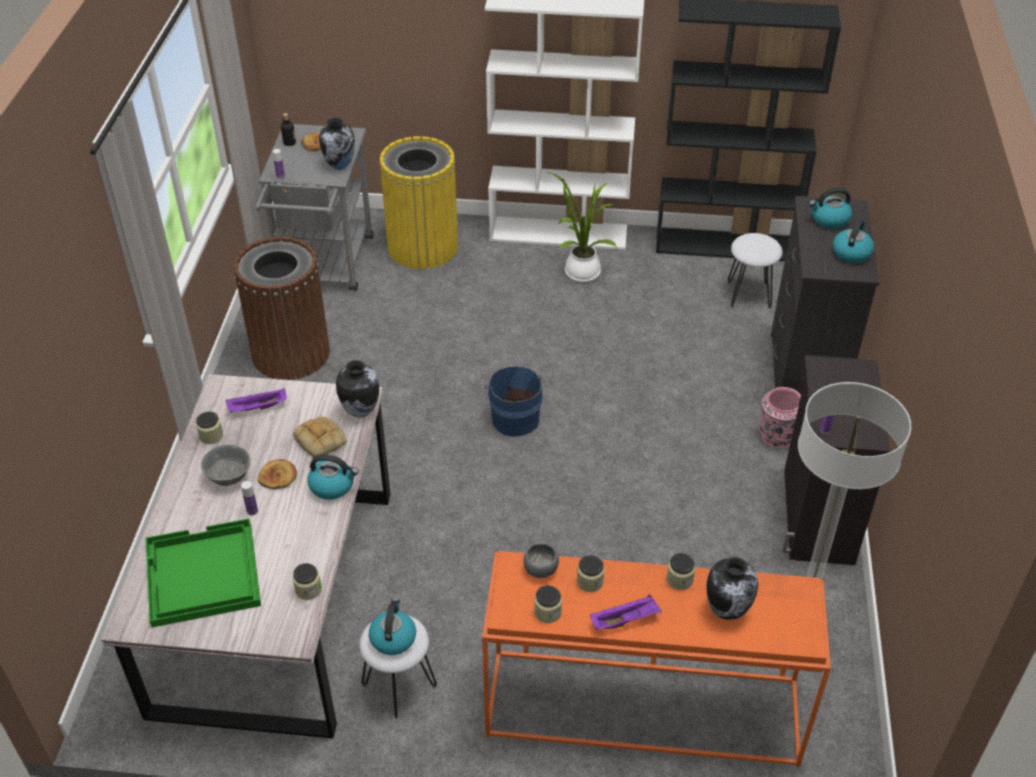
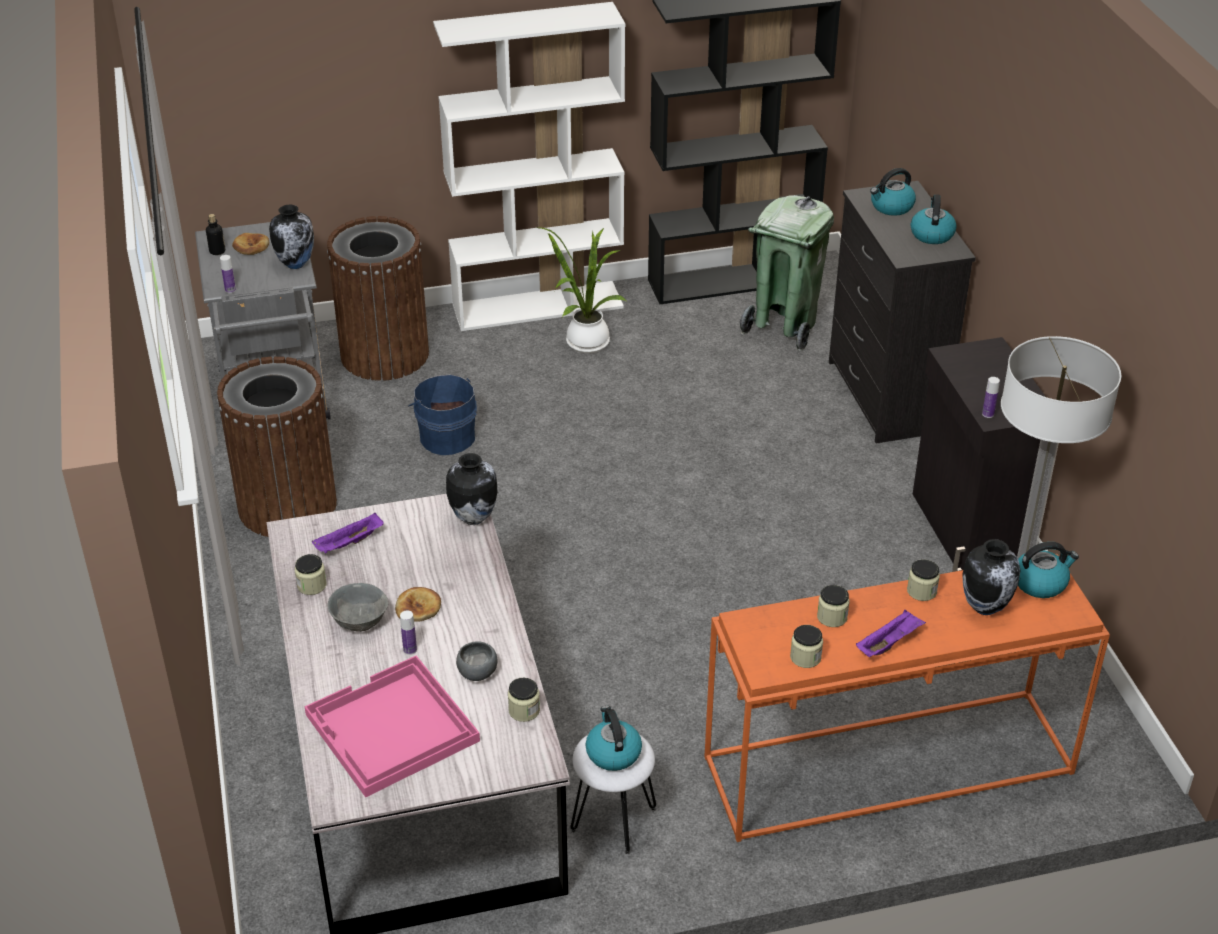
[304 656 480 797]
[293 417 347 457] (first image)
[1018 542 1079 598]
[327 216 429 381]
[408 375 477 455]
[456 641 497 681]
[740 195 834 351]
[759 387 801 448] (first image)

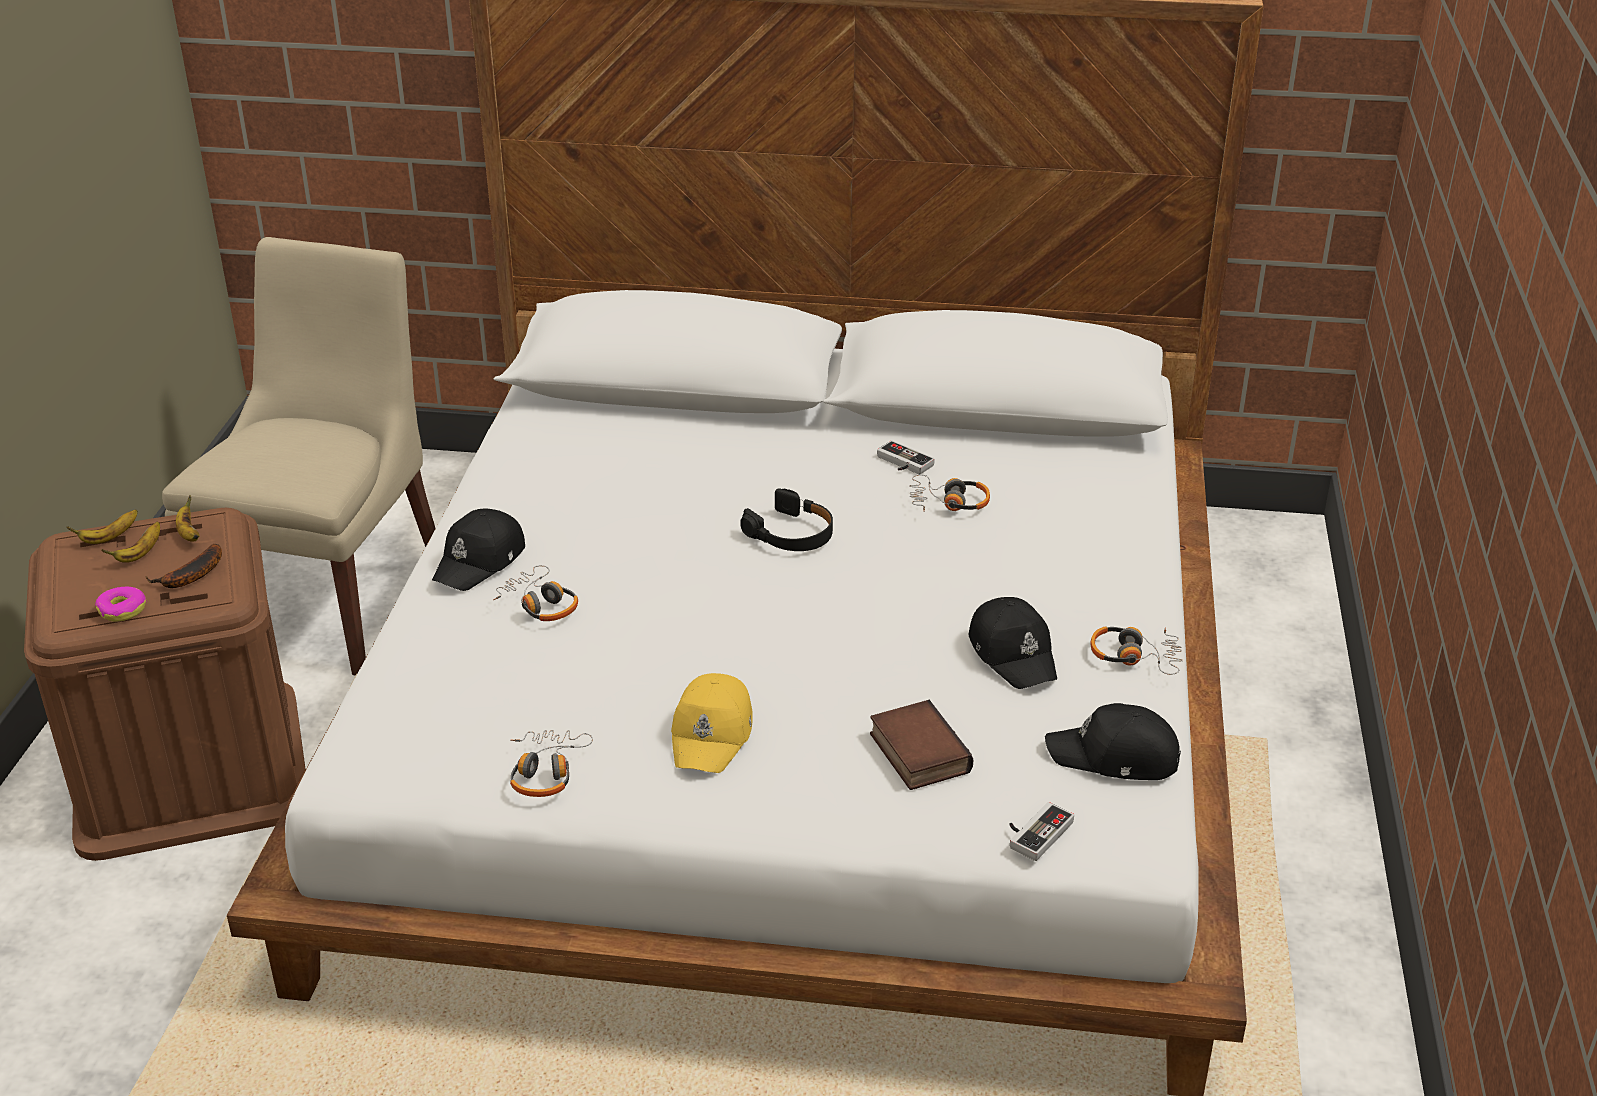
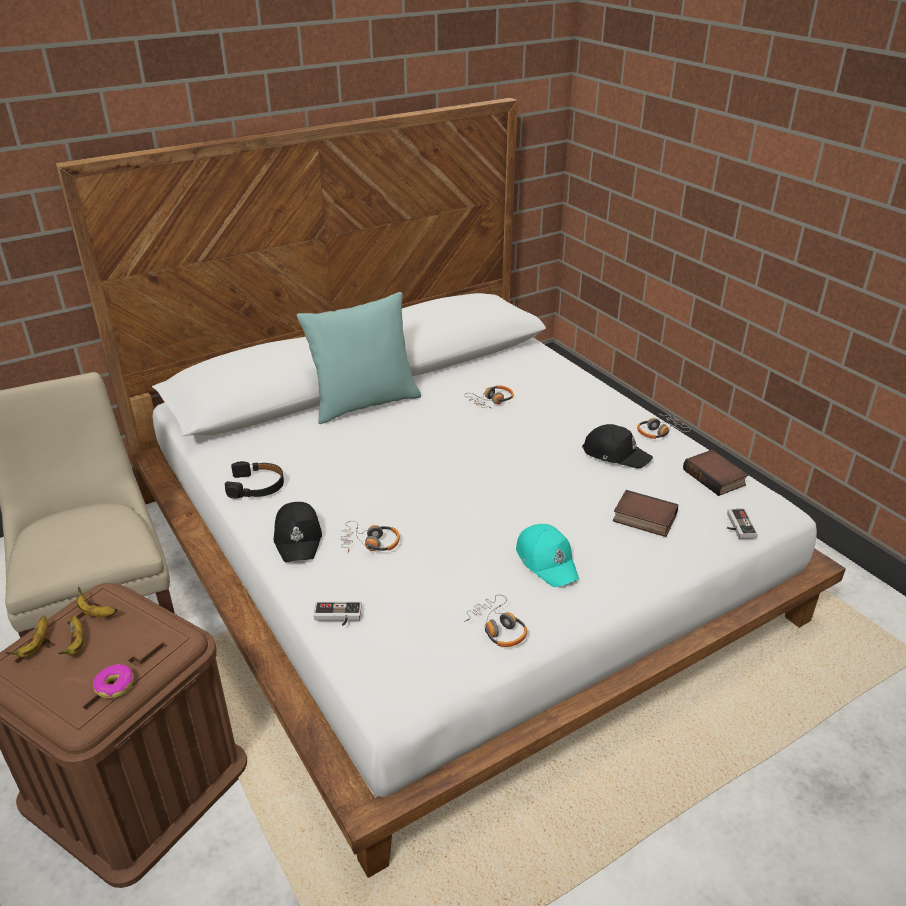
[146 544 222 588] (first image)
[516 524 579 587]
[225 461 284 499]
[314 602 362 626]
[683 450 748 496]
[297 292 421 424]

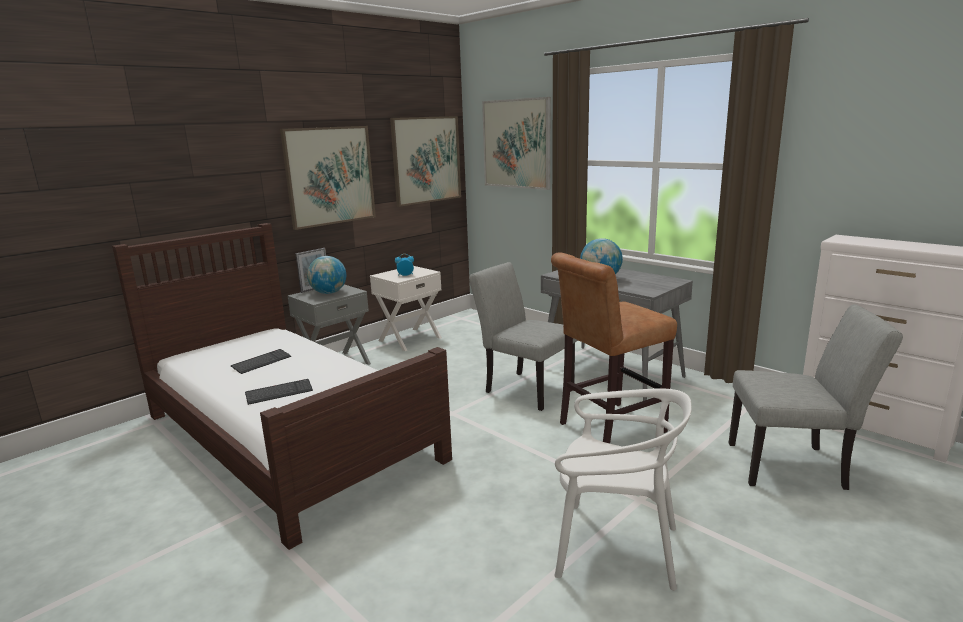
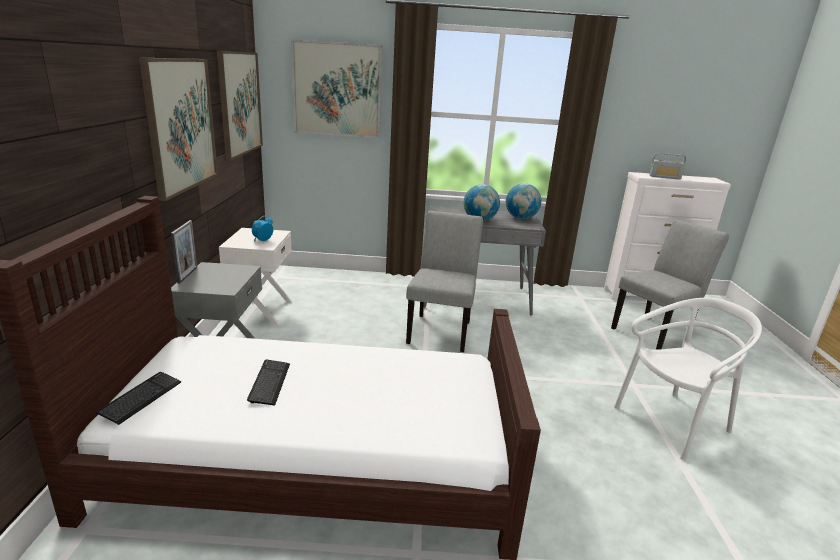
[96 372 181 425]
[506 183 542 219]
[406 211 483 352]
[551 252 677 444] (first image)
[649 153 686 180]

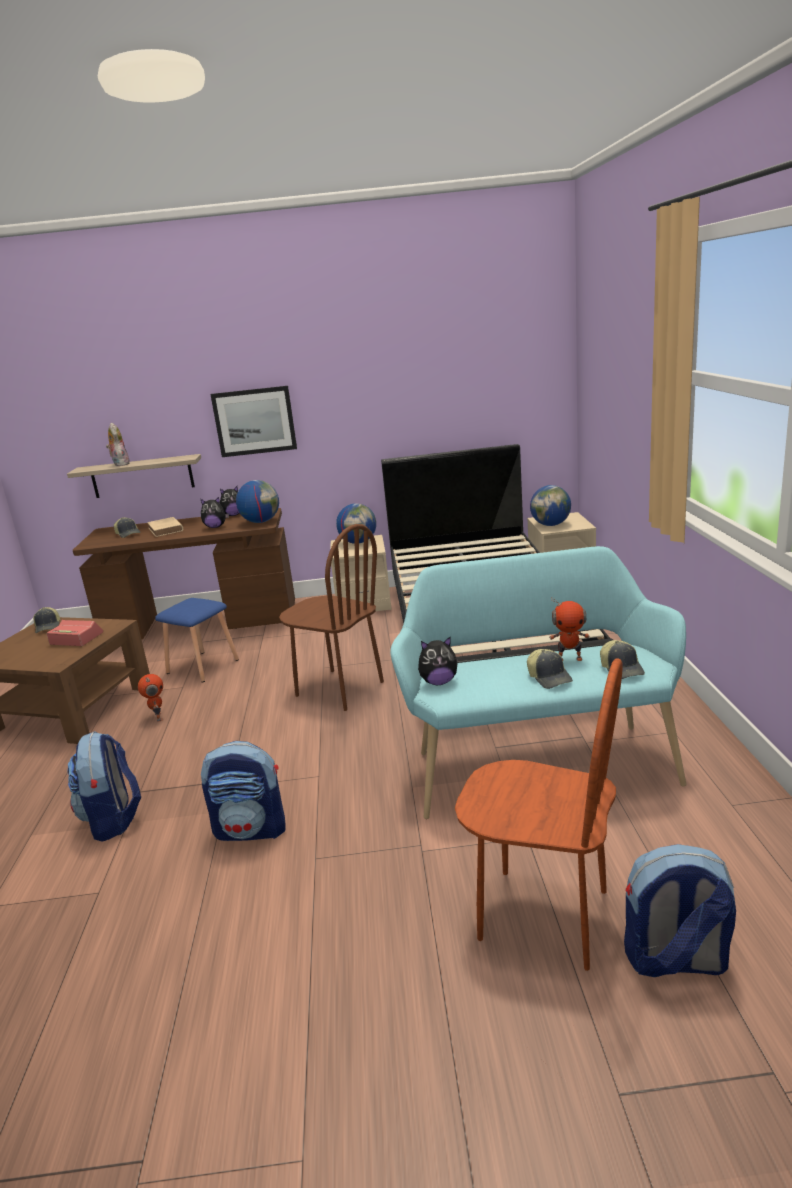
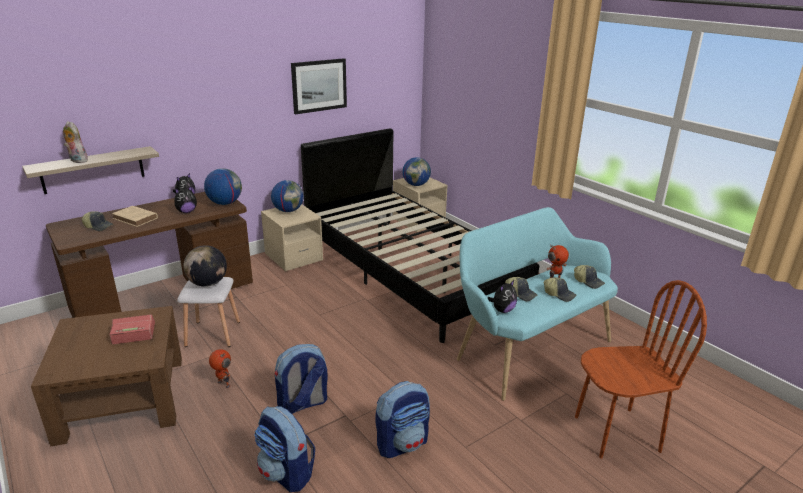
[505 277 537 301]
[177 277 240 347]
[291 58 347 114]
[279 524 384 711] (first image)
[275 344 328 414]
[183 245 227 287]

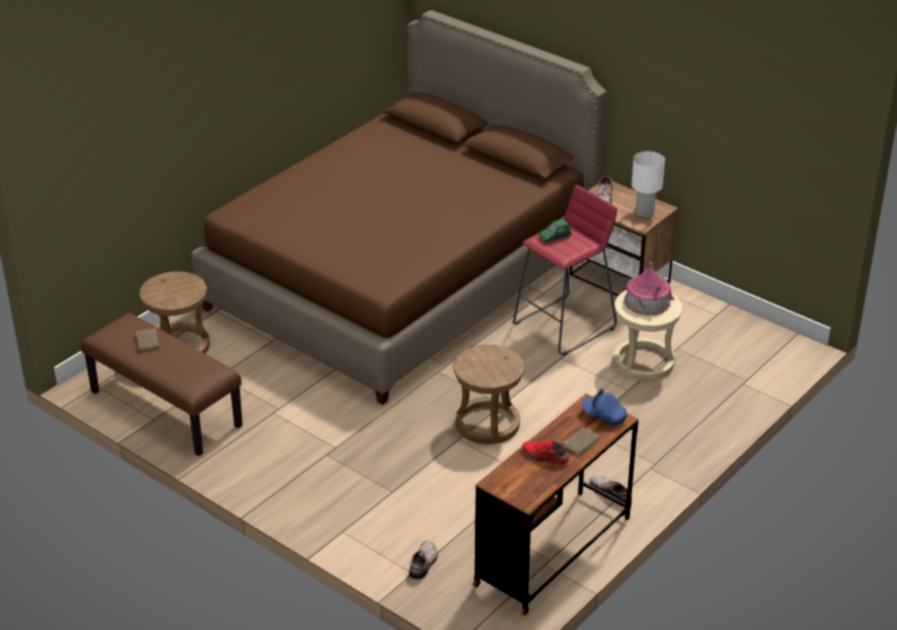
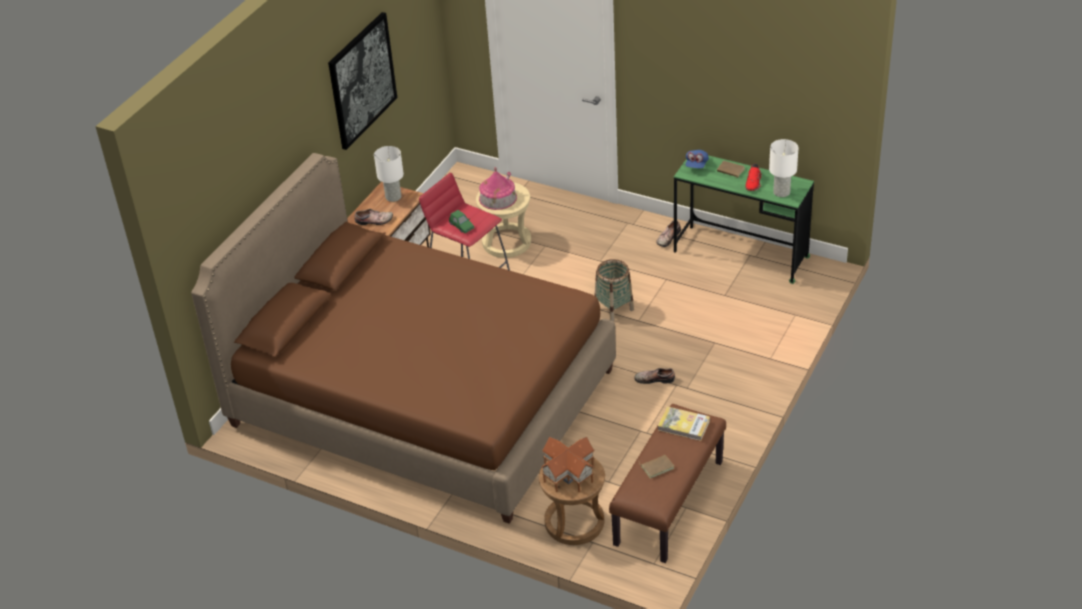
[634 368 675 384]
[594 259 634 322]
[674 155 814 284]
[328 12 397 150]
[541 437 594 492]
[658 406 710 441]
[769 139 799 197]

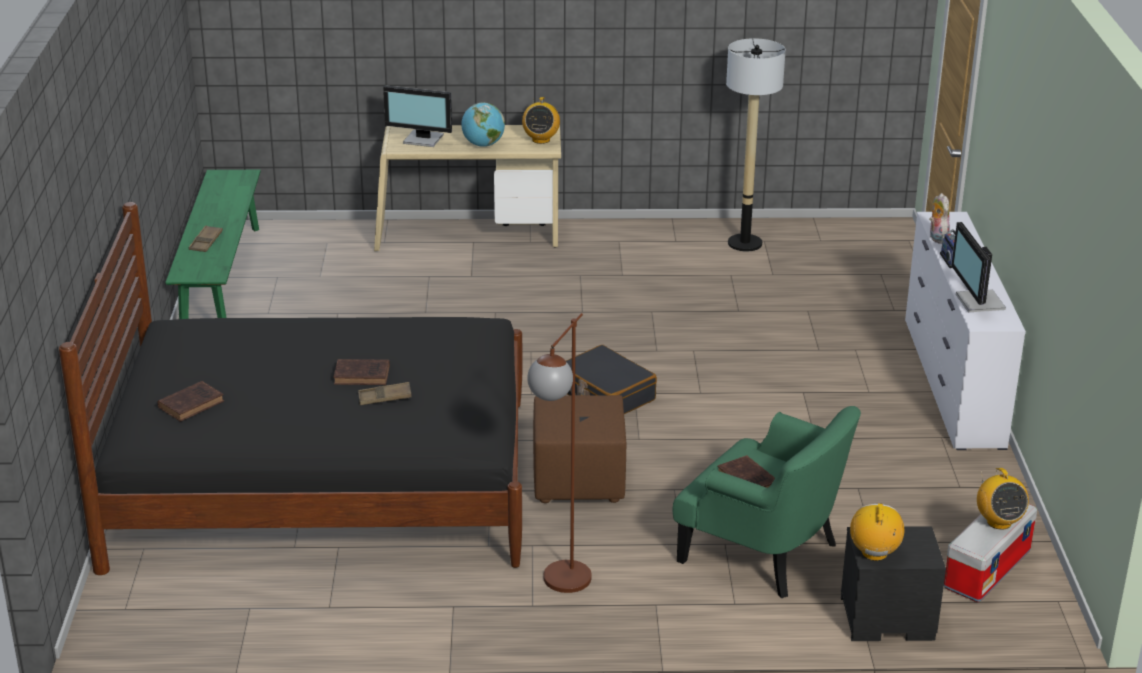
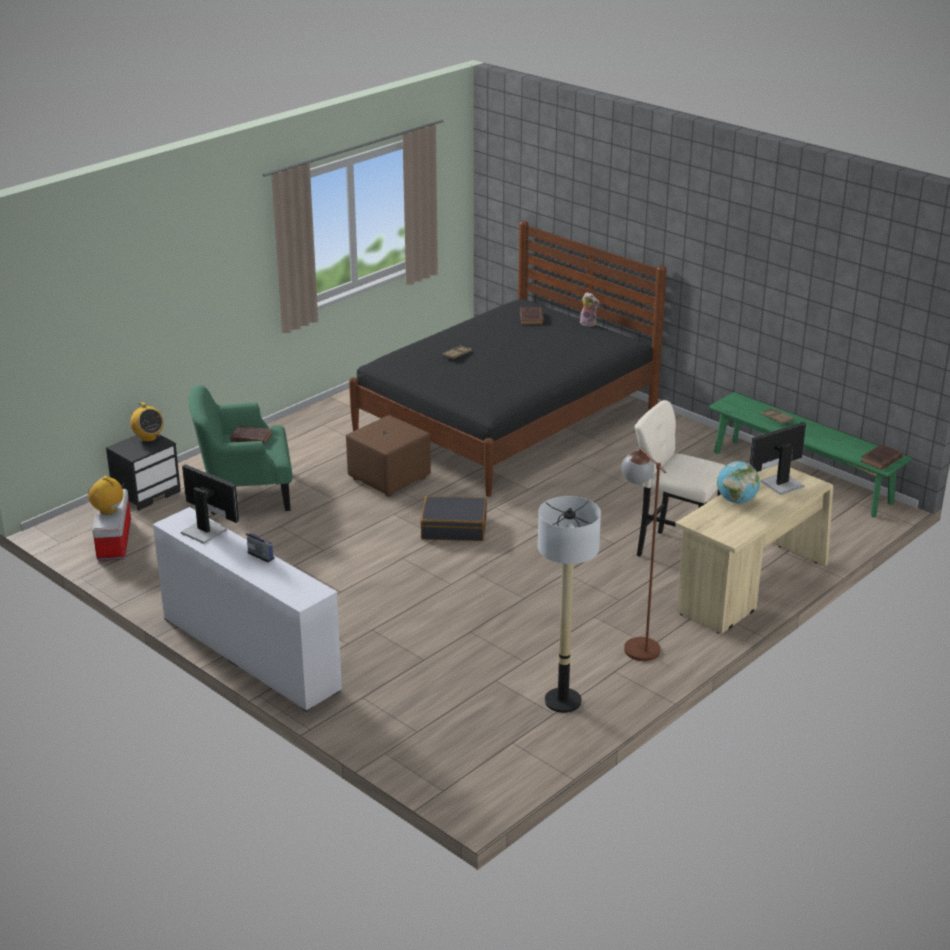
[861 444 903 470]
[522 97 560 144] (first image)
[621 447 666 661]
[580 292 600 327]
[635 400 726 557]

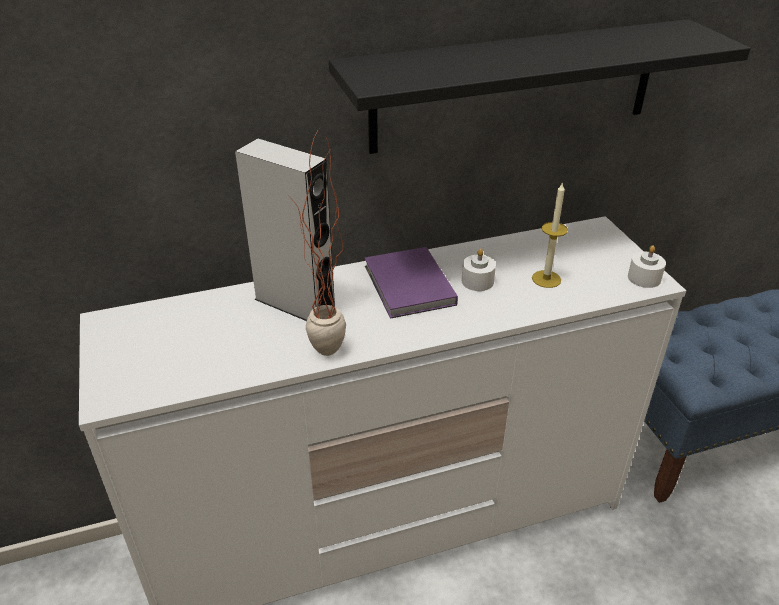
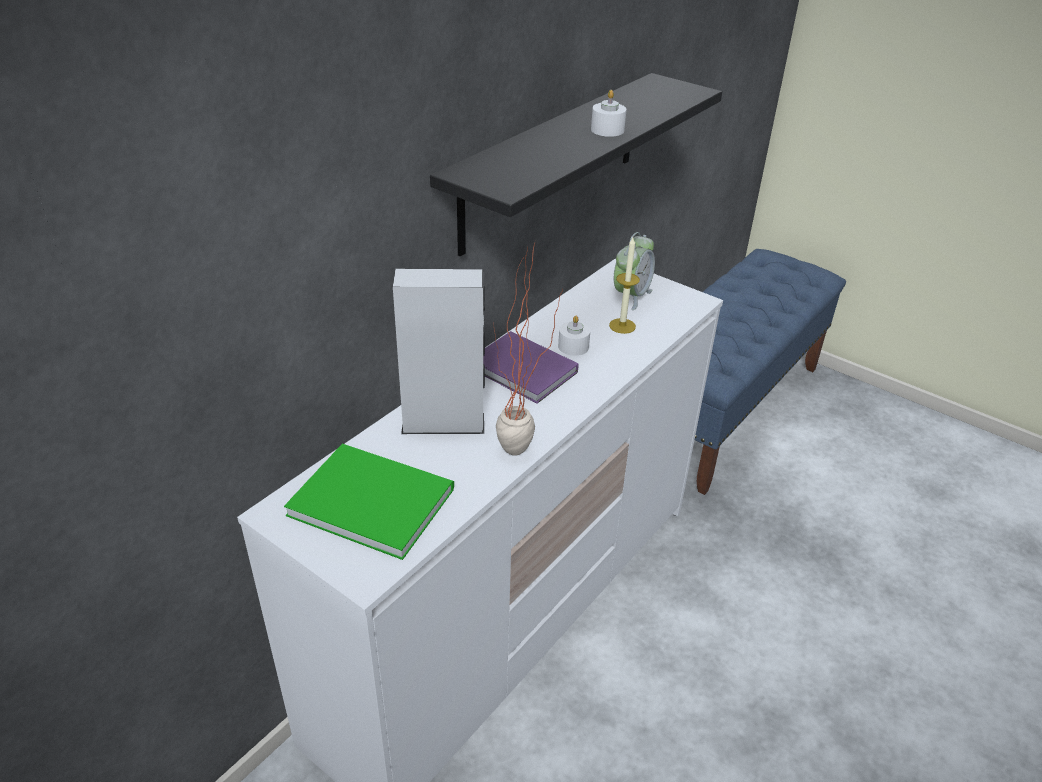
[591 90 627 137]
[284 443 454 560]
[614 232 655 310]

